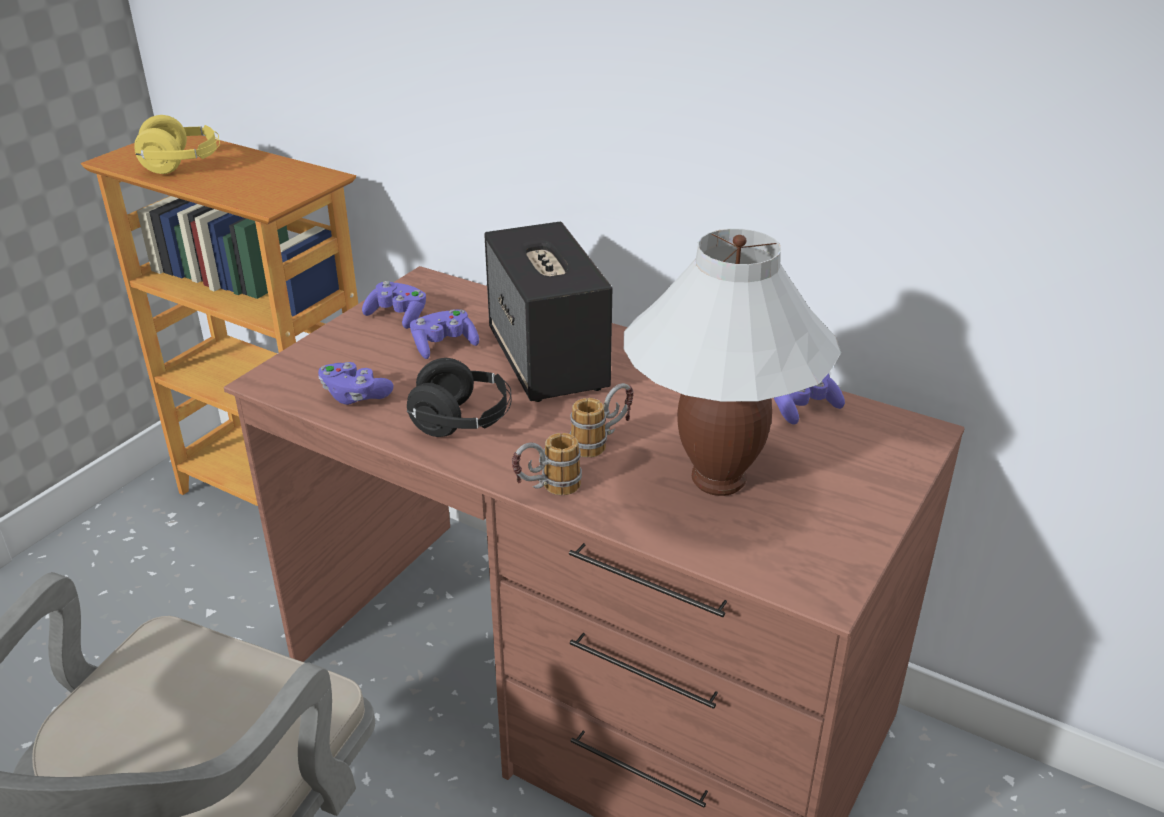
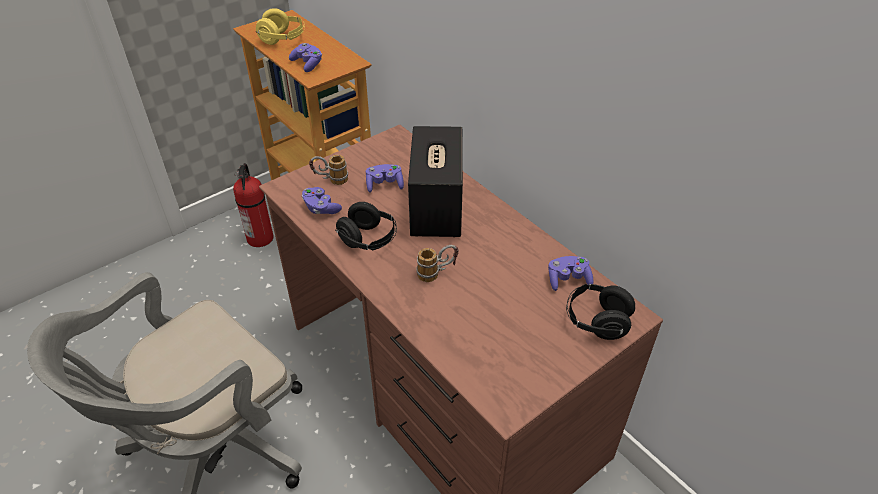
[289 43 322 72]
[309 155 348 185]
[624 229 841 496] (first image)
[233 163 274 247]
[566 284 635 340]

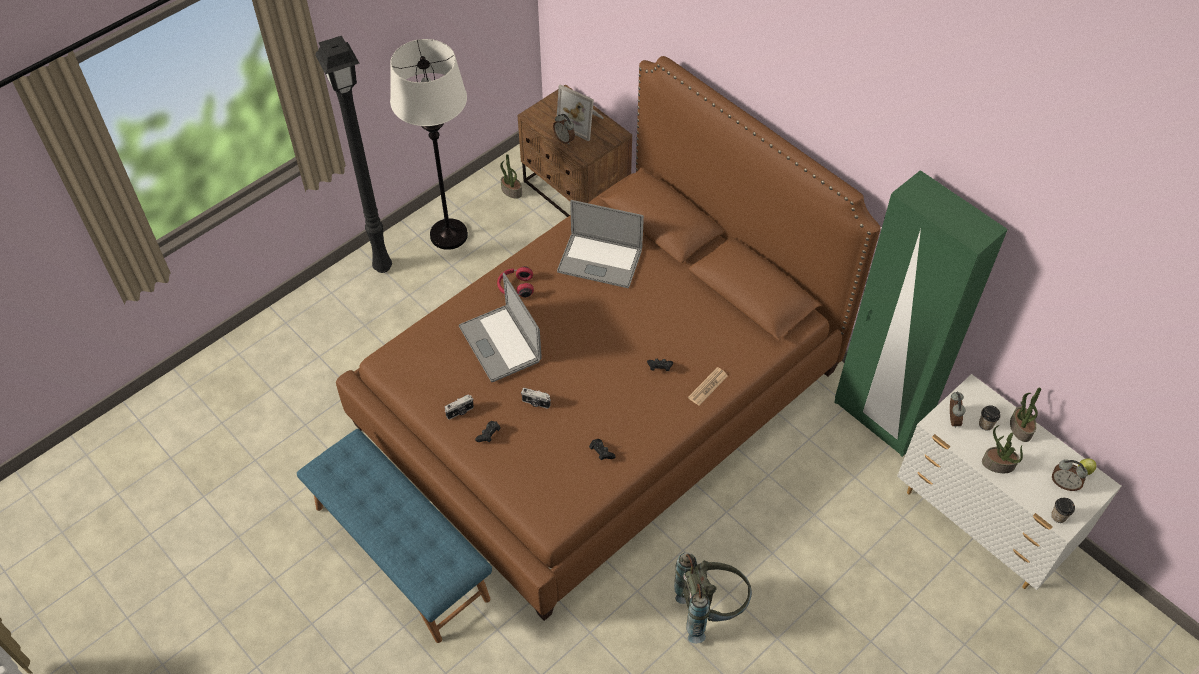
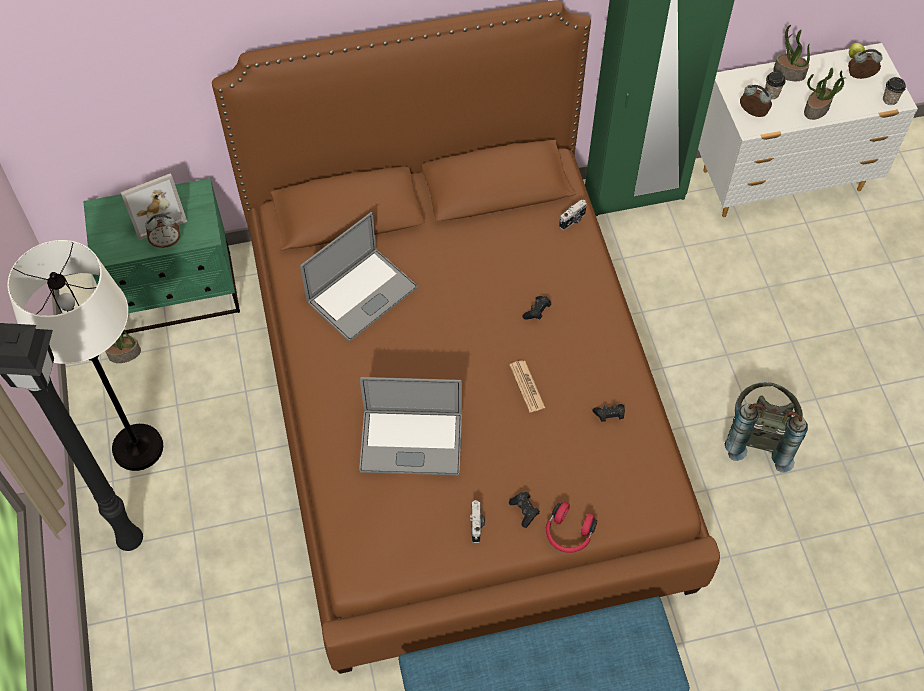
[546 502 597 553]
[84 178 240 334]
[559 199 587 230]
[509 360 545 412]
[848 49 883 79]

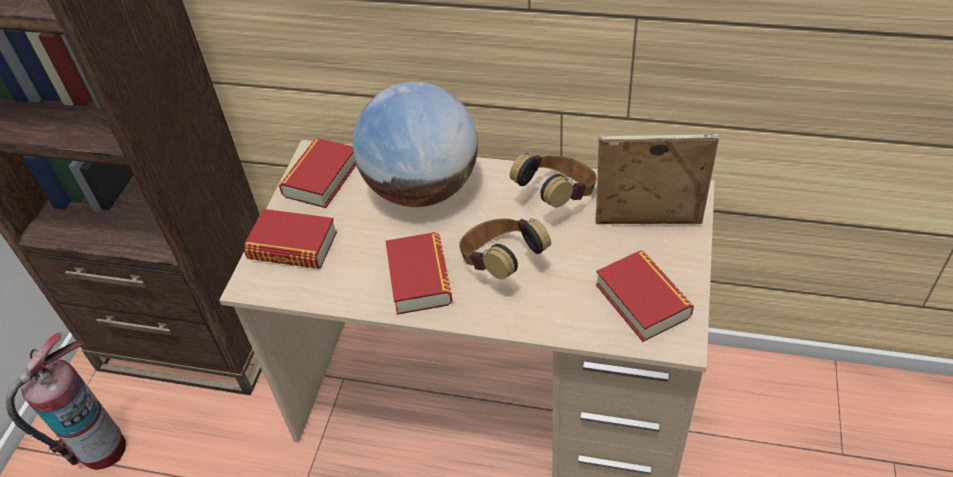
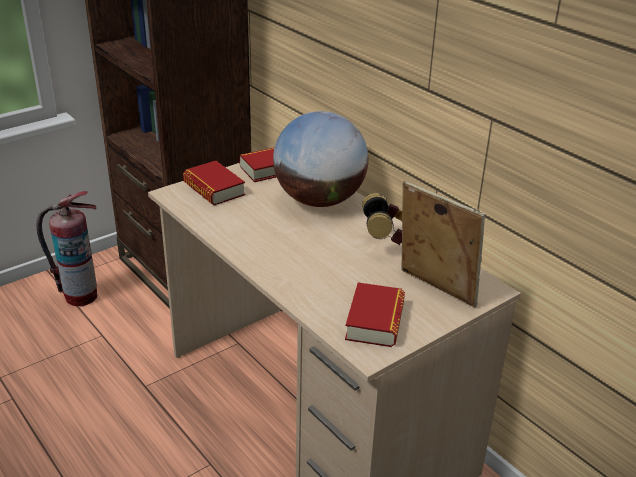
[386 232 453 315] (first image)
[459 219 551 279] (first image)

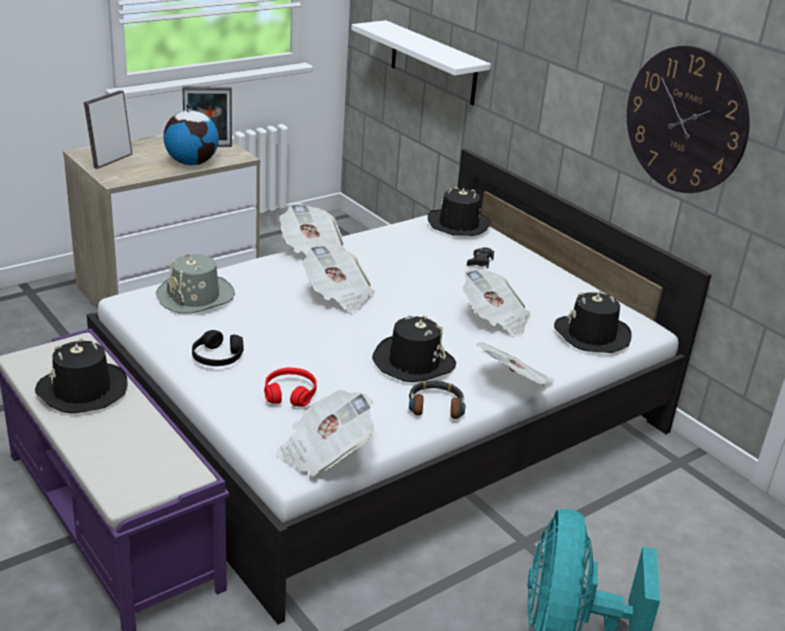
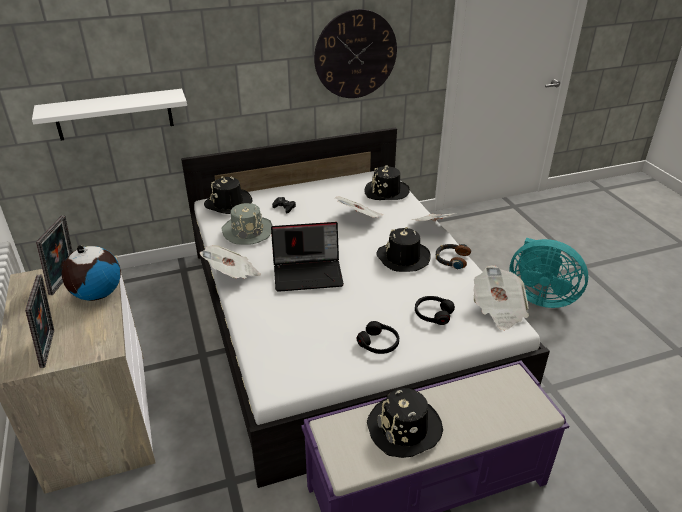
[25 275 54 368]
[222 203 272 245]
[415 296 455 325]
[271 222 344 292]

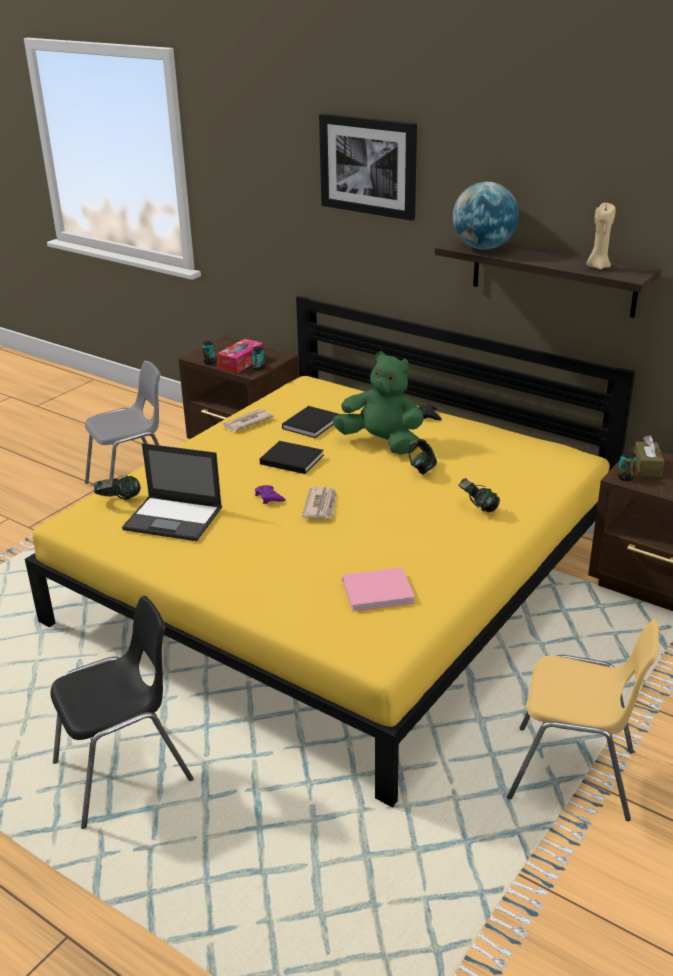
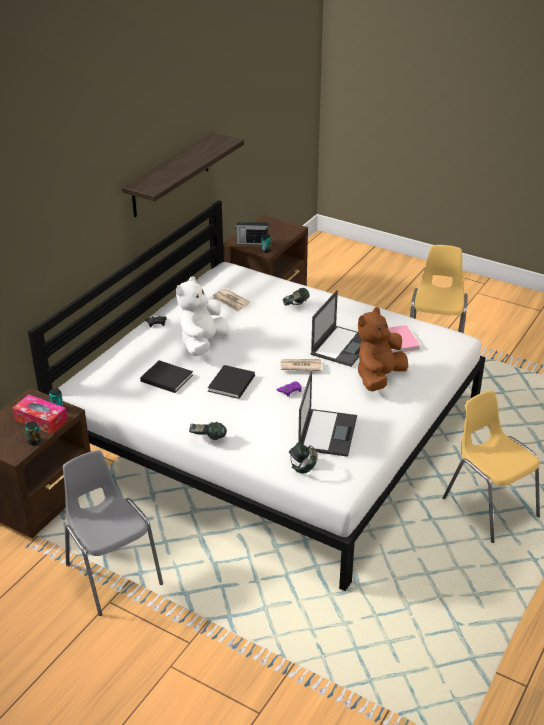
[28 200 486 591]
[442 390 540 543]
[212 288 250 312]
[319 113 417 221] (first image)
[176 276 229 356]
[189 422 227 440]
[453 182 519 250] (first image)
[586 203 616 270] (first image)
[235 219 268 245]
[311 290 362 367]
[358 307 408 391]

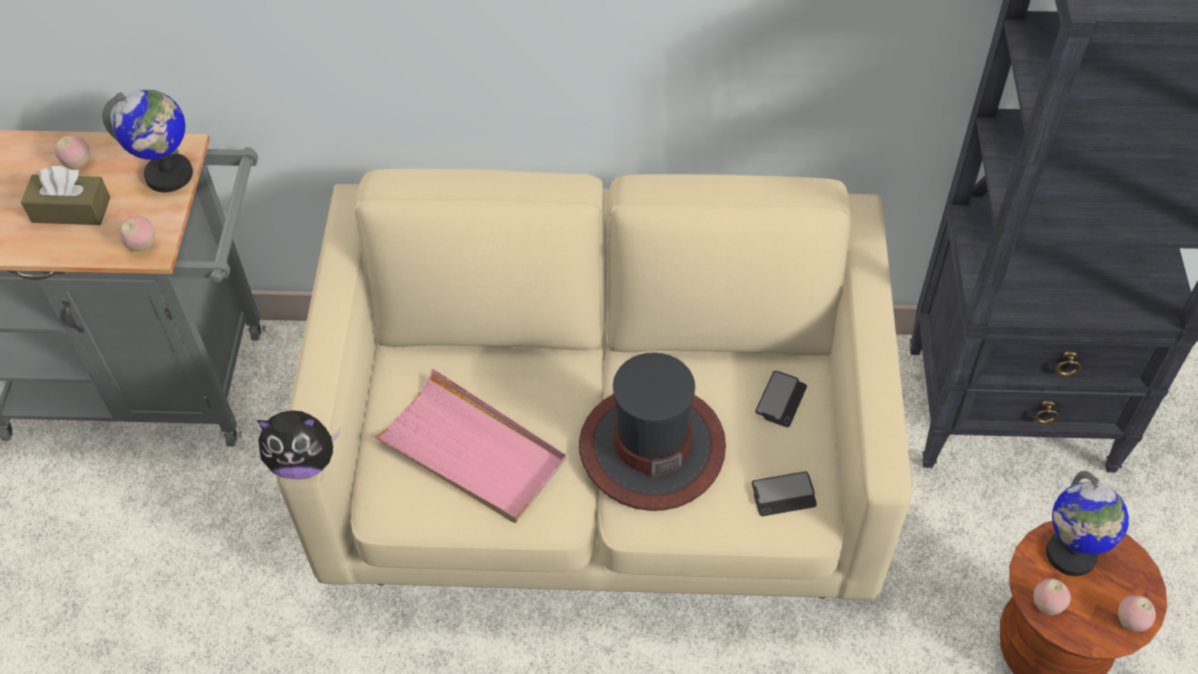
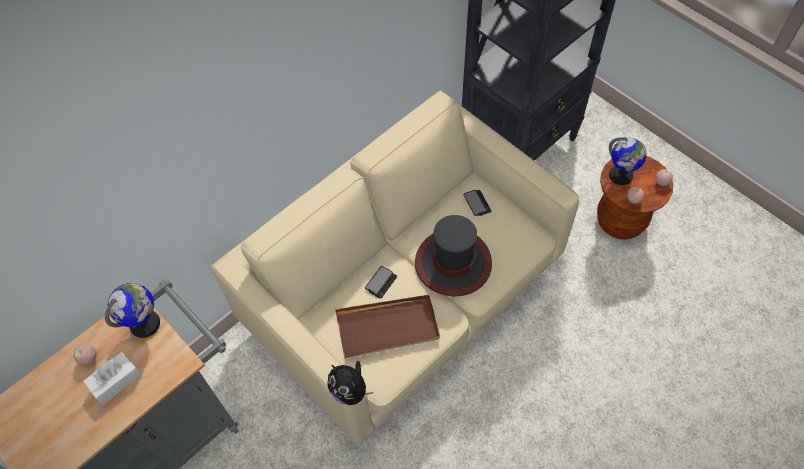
[83 352 142 405]
[119 216 155 252] (first image)
[327 361 373 405]
[335 295 440 359]
[365 266 397 299]

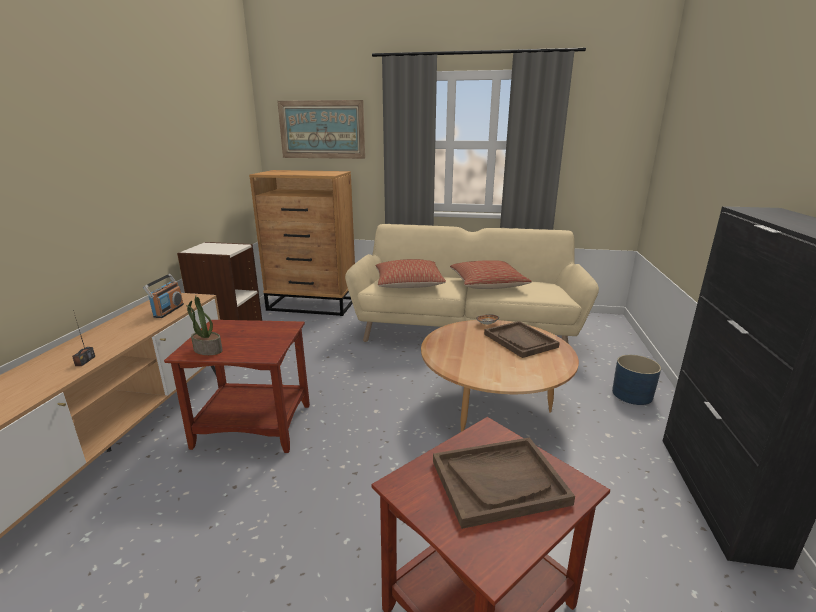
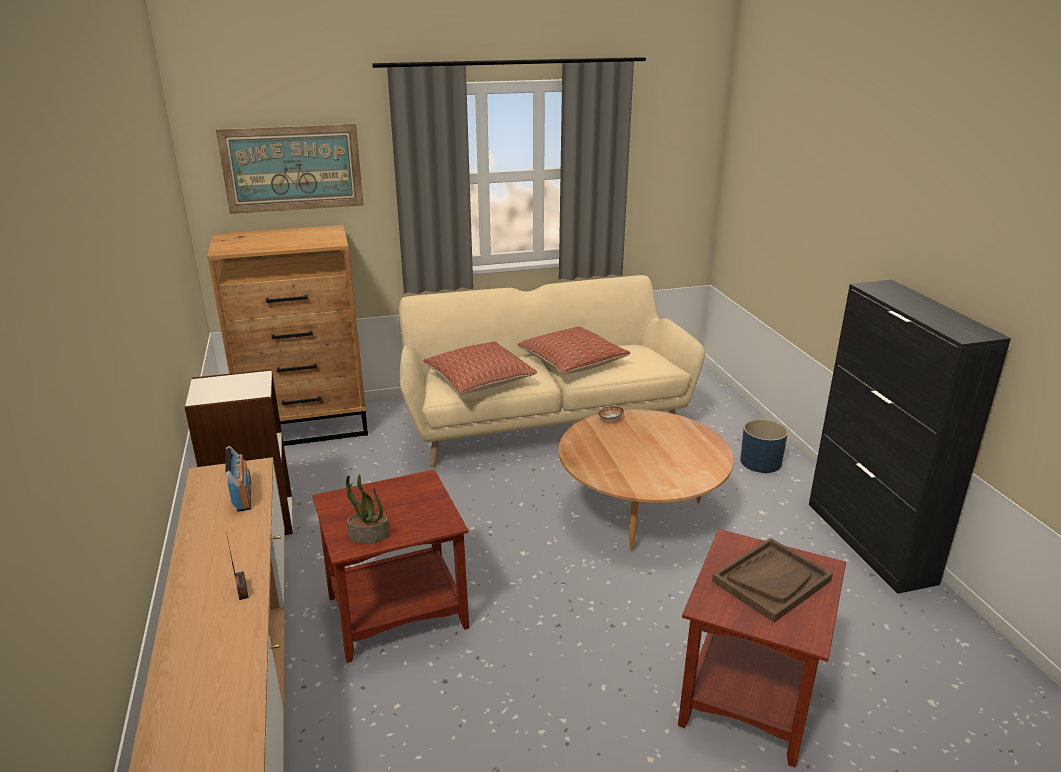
[484 321 560 358] (first image)

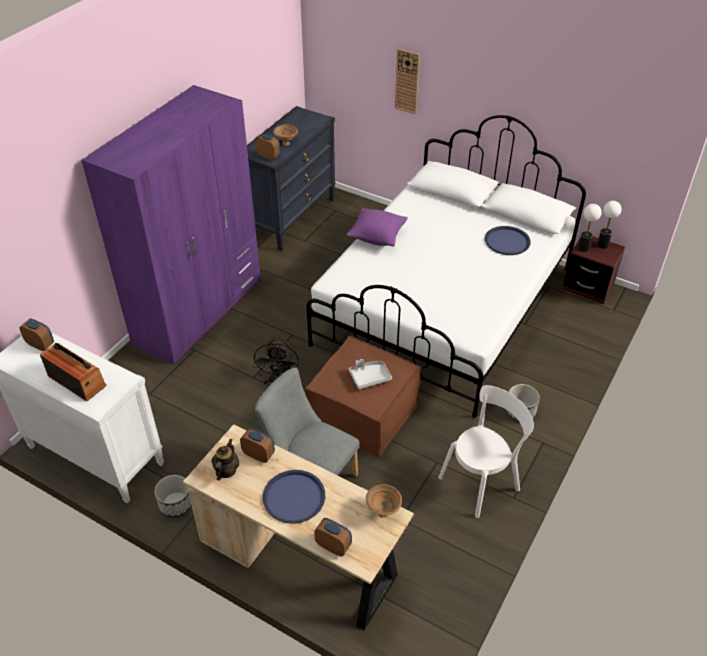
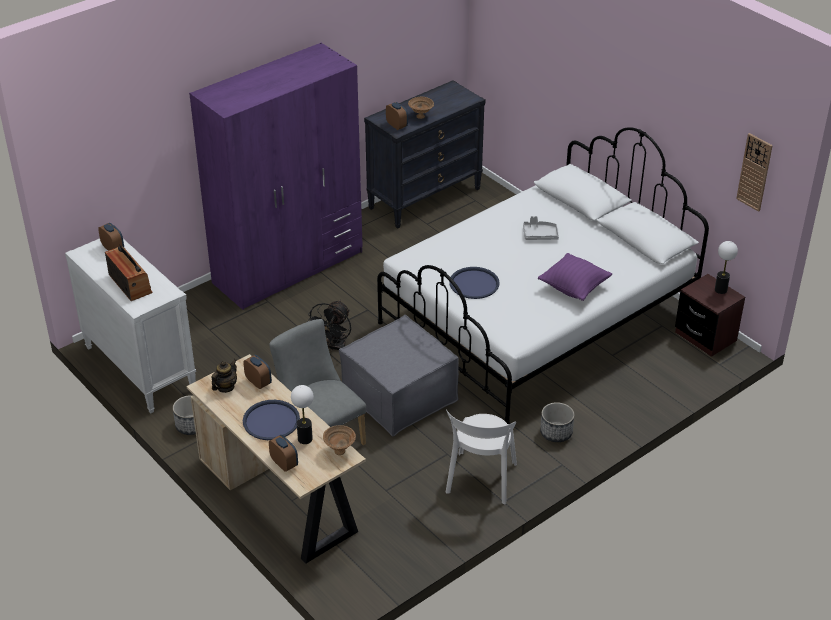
[339 315 459 437]
[537 253 612 301]
[523 216 559 240]
[736 133 773 212]
[446 409 517 504]
[449 267 500 299]
[291 385 314 444]

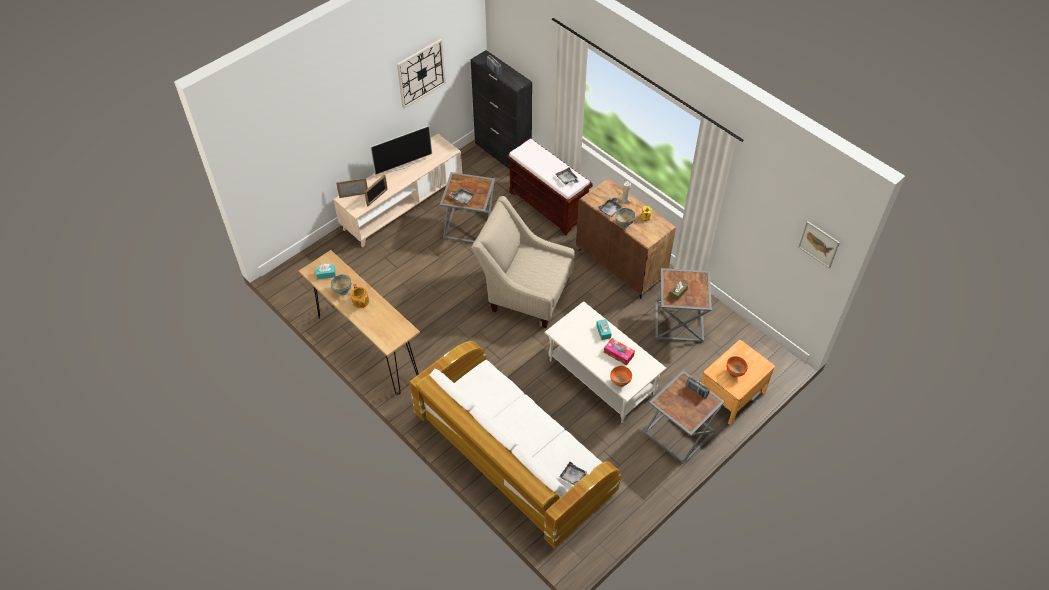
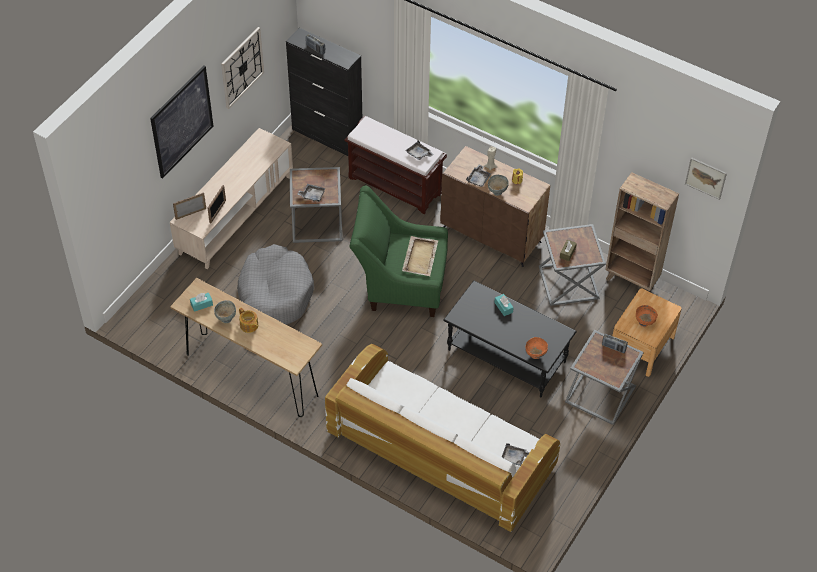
[370 126 432 175] (first image)
[349 185 448 317]
[444 281 577 397]
[604 338 635 366] (first image)
[150 66 213 179]
[237 244 314 325]
[402 236 438 277]
[605 172 679 291]

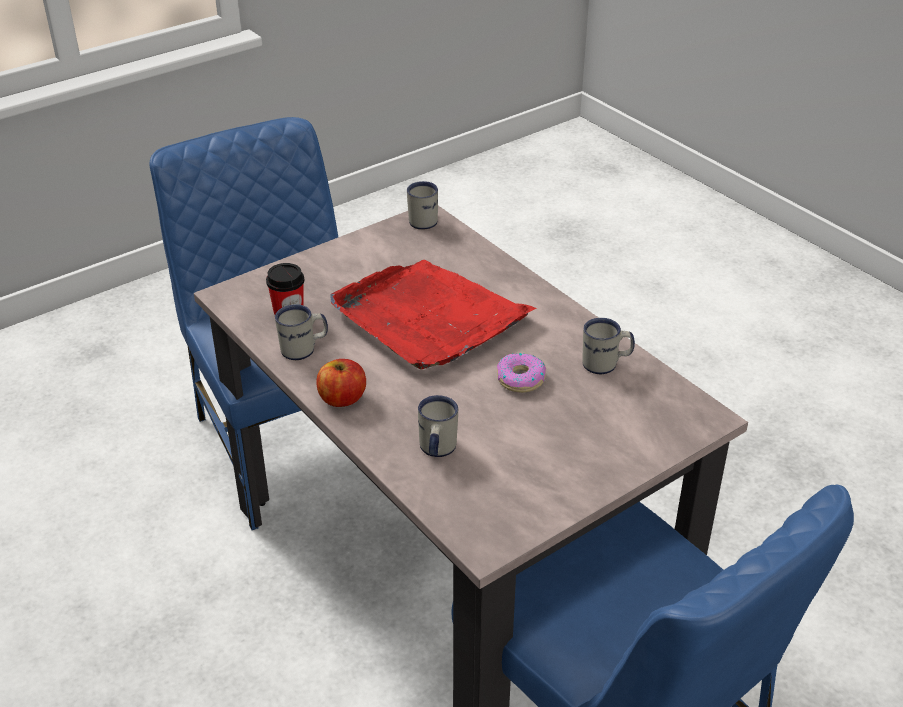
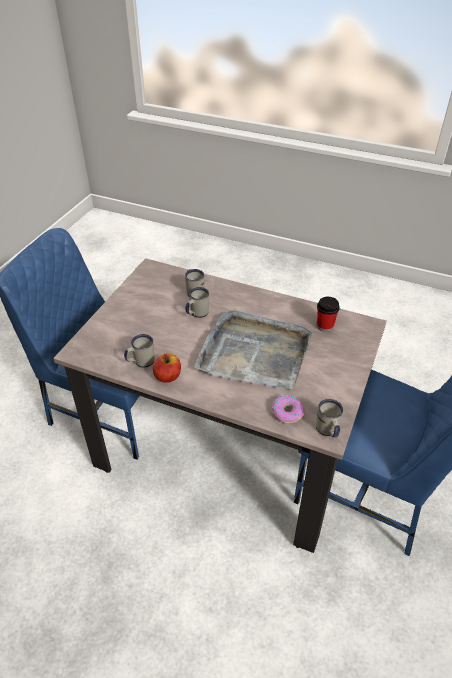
[185 287 209 318]
[153 353 181 383]
[195 309 312 389]
[272 395 305 424]

